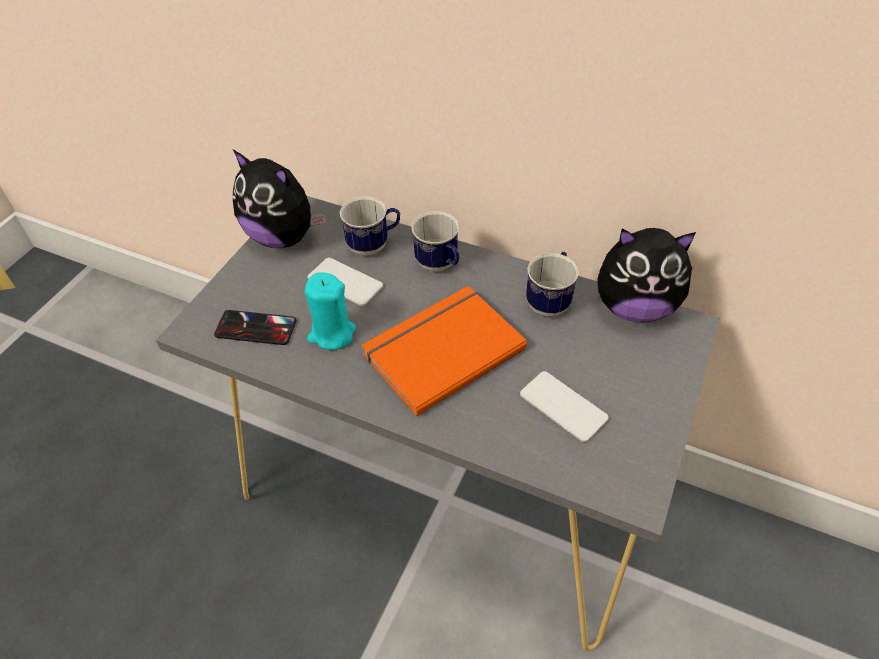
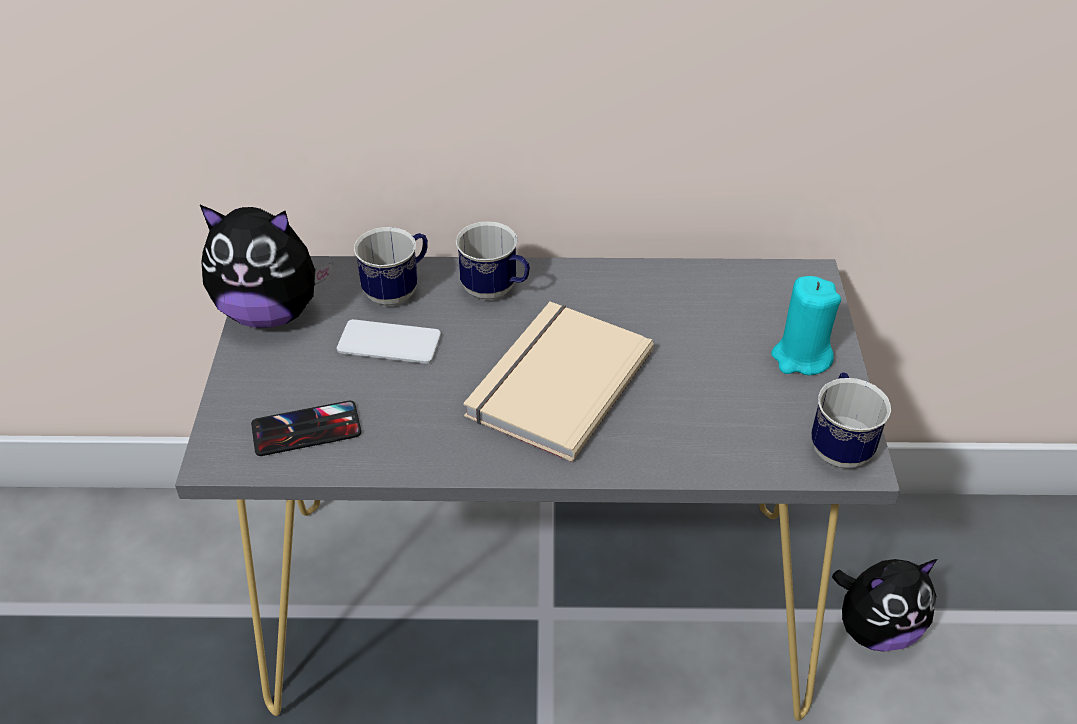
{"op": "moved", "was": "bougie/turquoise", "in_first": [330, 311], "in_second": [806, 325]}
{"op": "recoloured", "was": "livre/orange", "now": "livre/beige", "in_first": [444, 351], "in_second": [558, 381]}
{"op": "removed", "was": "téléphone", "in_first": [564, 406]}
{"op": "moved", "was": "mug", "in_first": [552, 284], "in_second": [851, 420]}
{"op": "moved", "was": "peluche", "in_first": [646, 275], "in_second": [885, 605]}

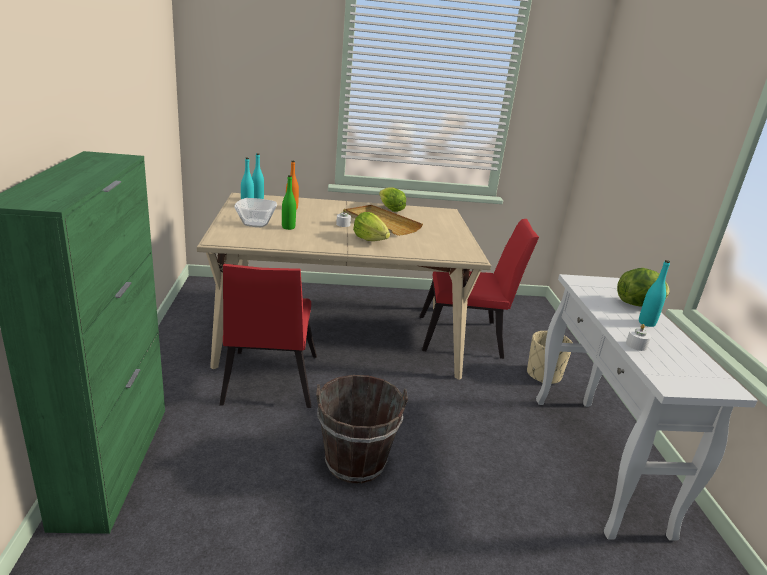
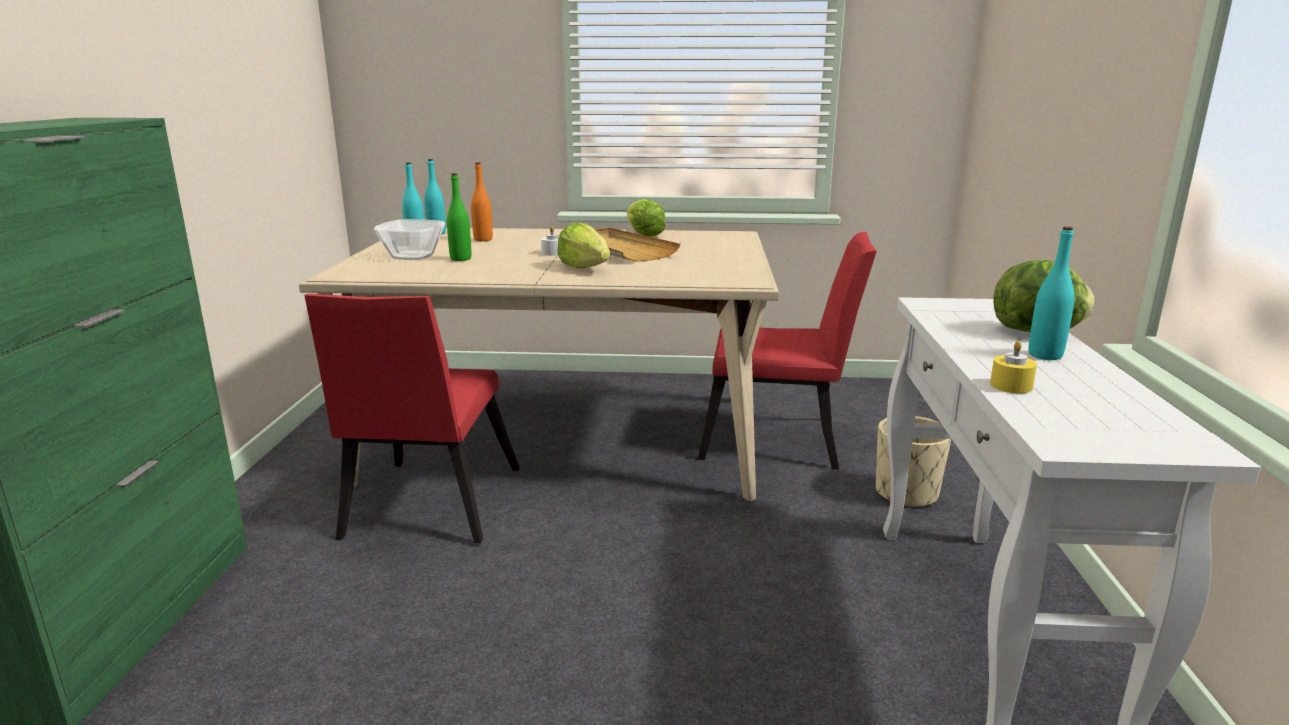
{"op": "removed", "was": "seau/marron", "in_first": [362, 429]}
{"op": "recoloured", "was": "bougie/blanc", "now": "bougie/jaune", "in_first": [638, 337], "in_second": [1013, 367]}

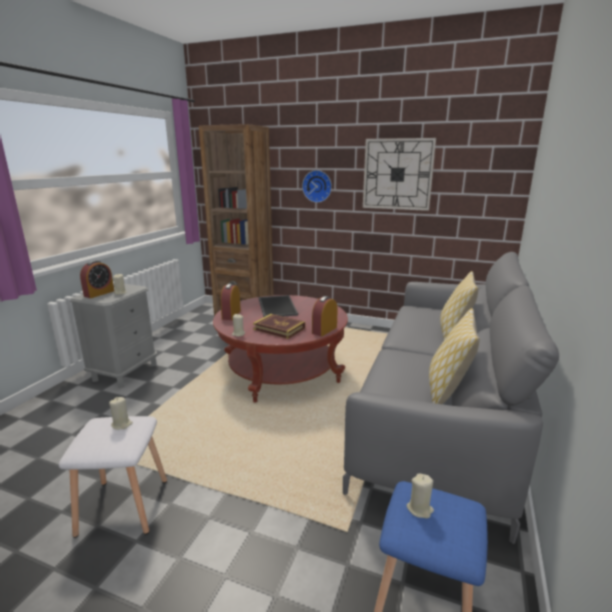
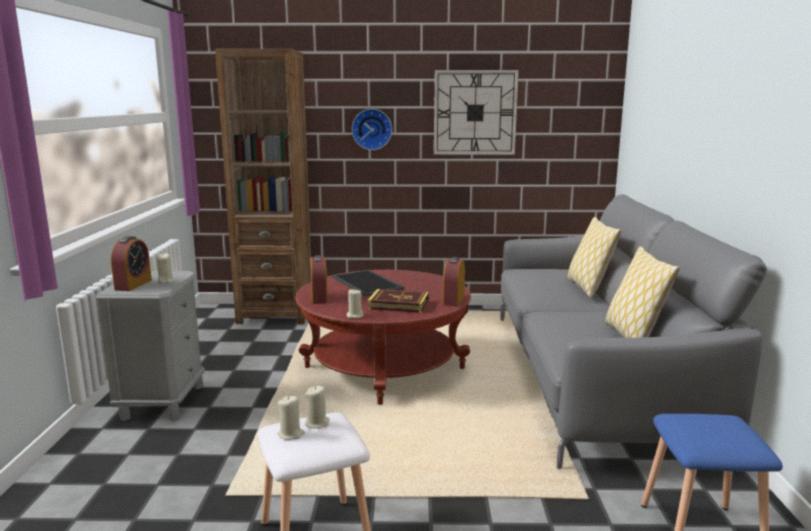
{"op": "moved", "was": "bougie/beige", "in_first": [420, 496], "in_second": [291, 418]}

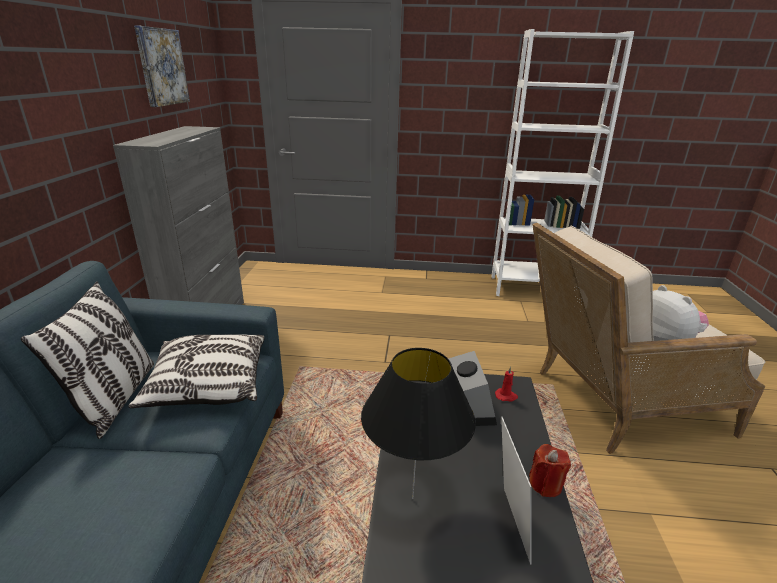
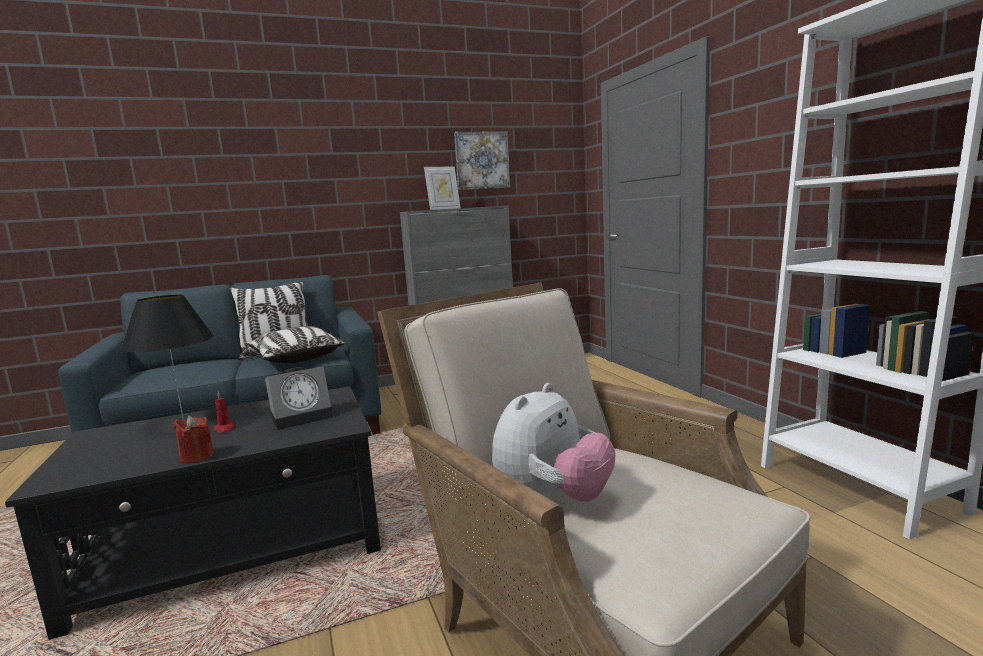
{"op": "moved", "was": "bougie/rouge", "in_first": [506, 384], "in_second": [224, 412]}
{"op": "moved", "was": "cadre photo", "in_first": [516, 490], "in_second": [442, 188]}

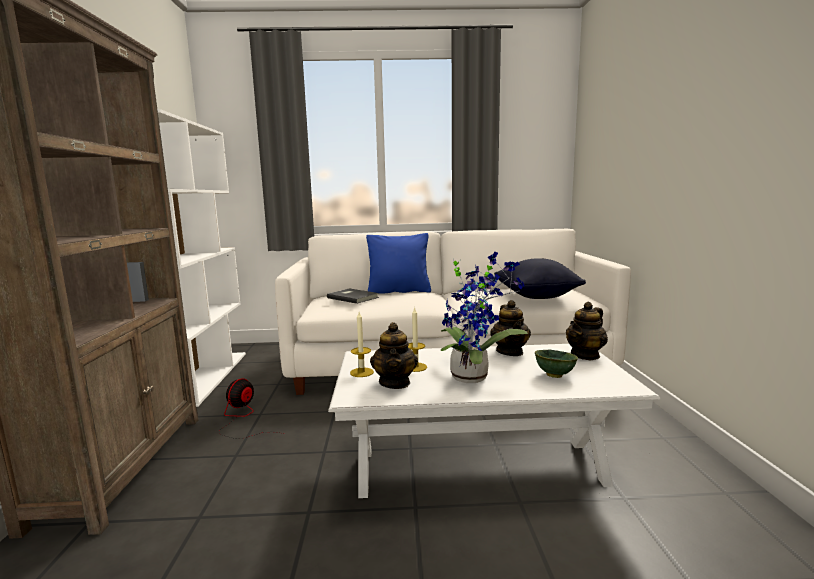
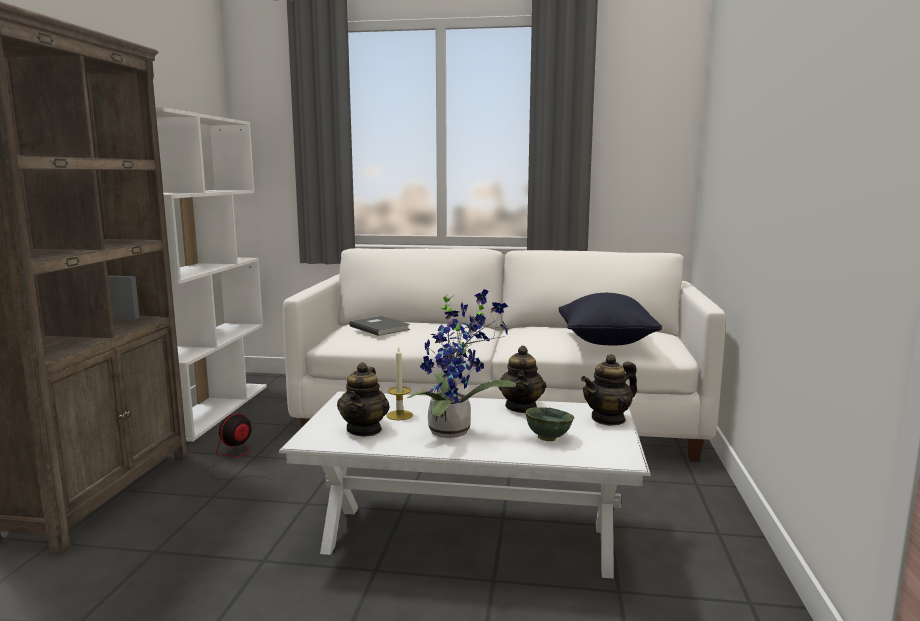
{"op": "removed", "was": "bougie", "in_first": [362, 344]}
{"op": "removed", "was": "coussin/bleu", "in_first": [398, 263]}

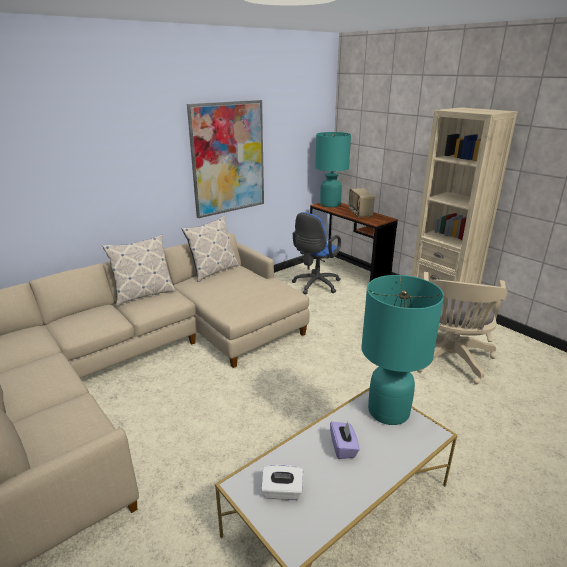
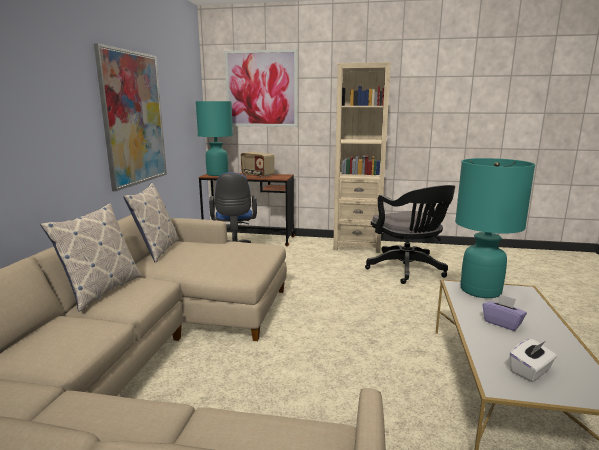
{"op": "recoloured", "was": "chaise de bureau/beige", "now": "chaise de bureau/noir", "in_first": [463, 328], "in_second": [410, 234]}
{"op": "added", "now": "tableau", "in_second": [261, 88]}

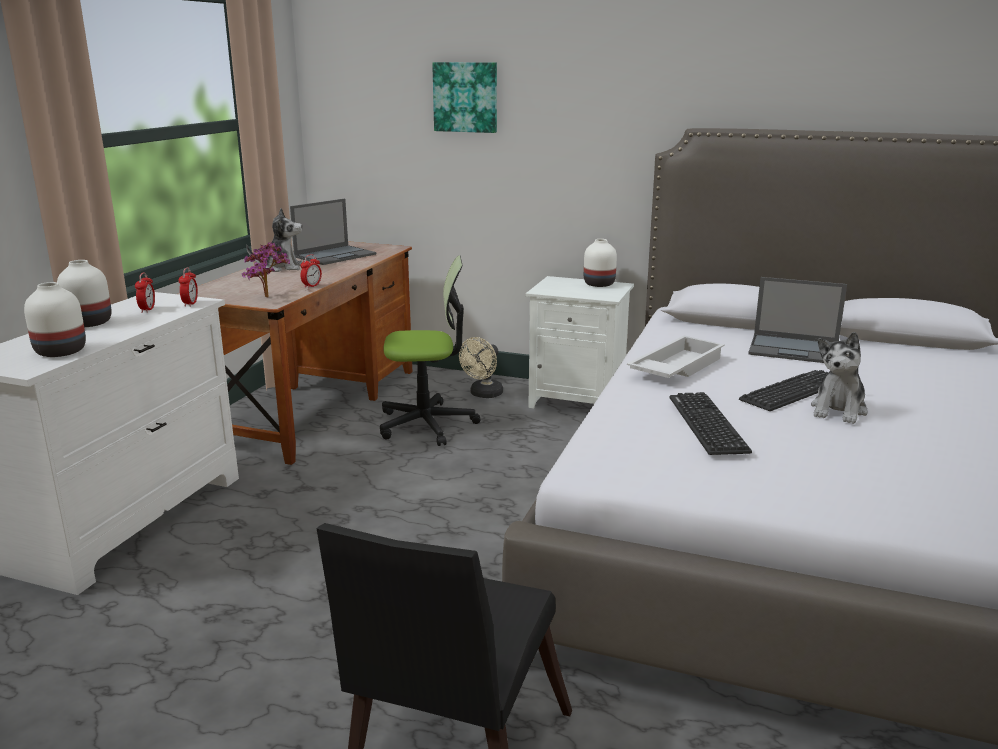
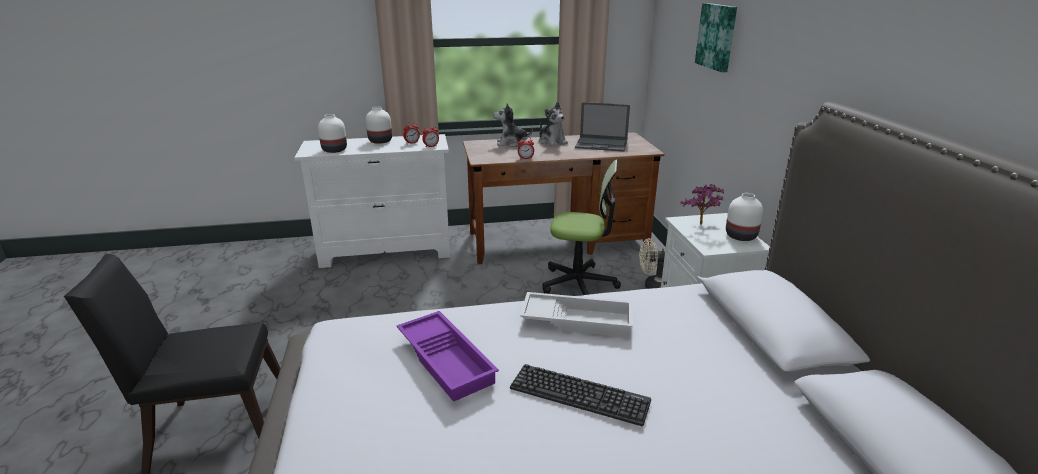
{"op": "moved", "was": "plante en pot", "in_first": [266, 270], "in_second": [702, 204]}
{"op": "turned", "was": "chaise de bureau", "in_first": [430, 350], "in_second": [581, 227], "clockwise": -45}
{"op": "replaced", "was": "clavier", "now": "plateau/violet", "in_first": [710, 423], "in_second": [448, 356]}
{"op": "removed", "was": "ordinateur portable", "in_first": [797, 320]}
{"op": "moved", "was": "peluche", "in_first": [839, 378], "in_second": [513, 125]}

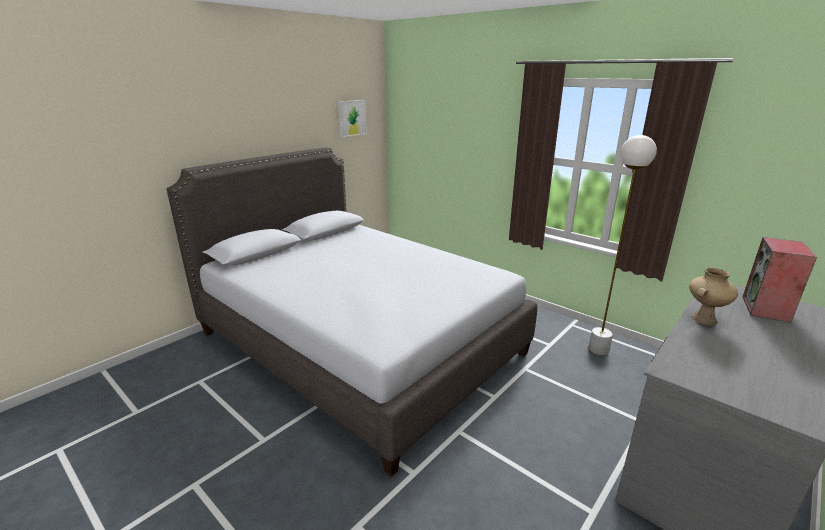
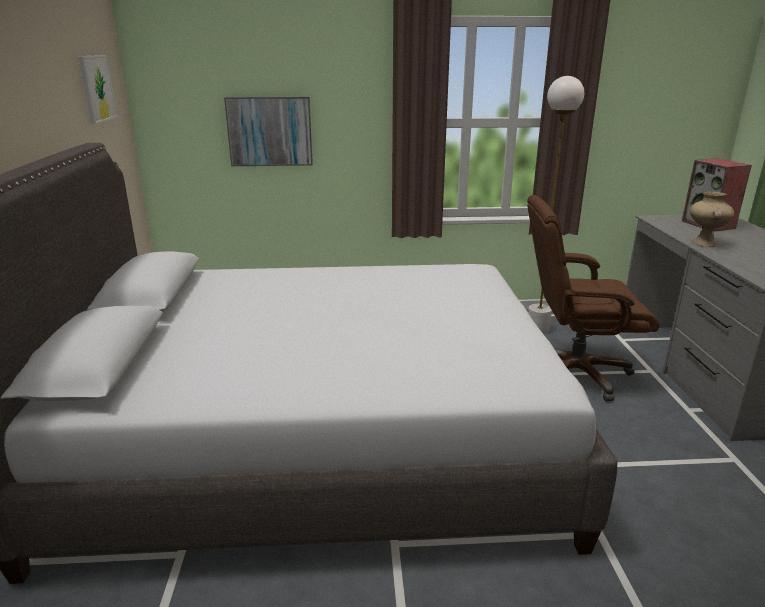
{"op": "added", "now": "tableau", "in_second": [268, 131]}
{"op": "added", "now": "chaise de bureau/marron", "in_second": [593, 298]}

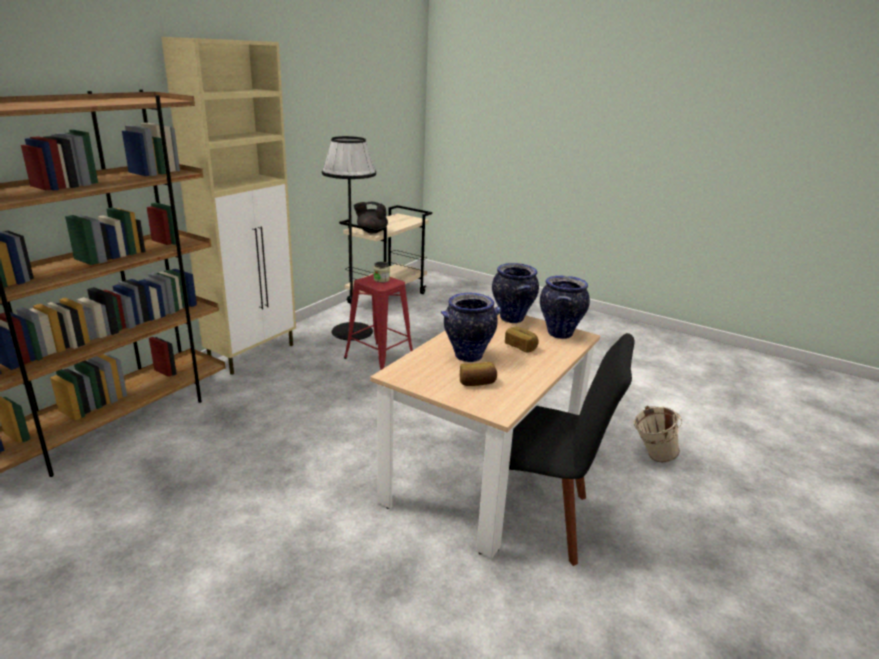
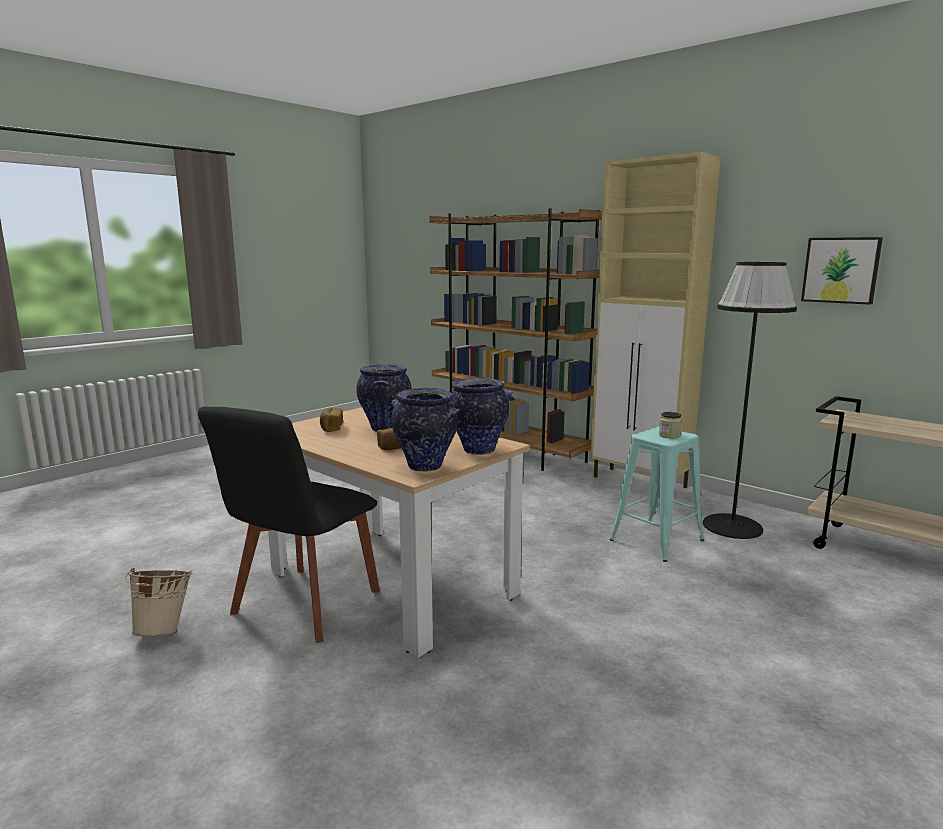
{"op": "recoloured", "was": "tabouret/rouge", "now": "tabouret/turquoise", "in_first": [378, 322], "in_second": [657, 494]}
{"op": "removed", "was": "théière/noir", "in_first": [371, 217]}
{"op": "moved", "was": "seau/beige", "in_first": [658, 434], "in_second": [158, 602]}
{"op": "added", "now": "tableau", "in_second": [842, 271]}

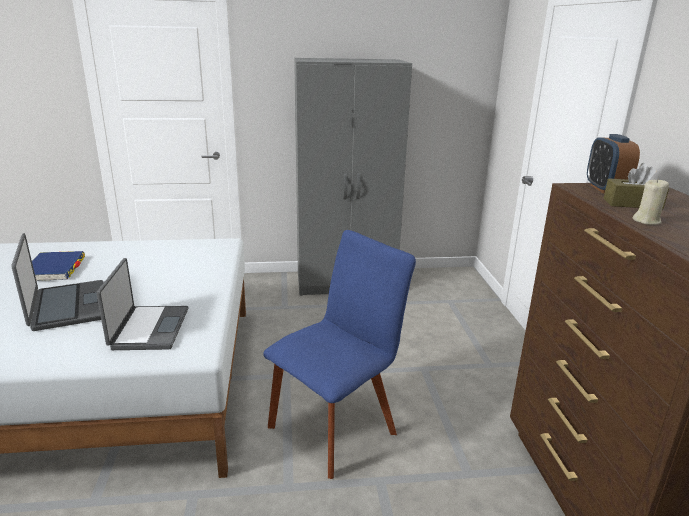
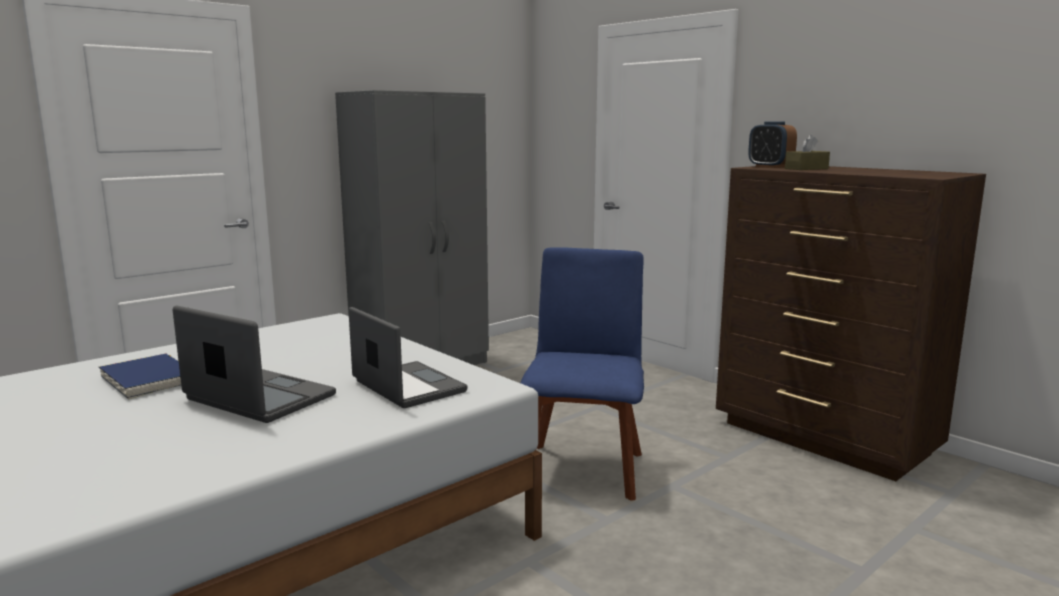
{"op": "removed", "was": "bougie/beige", "in_first": [651, 201]}

